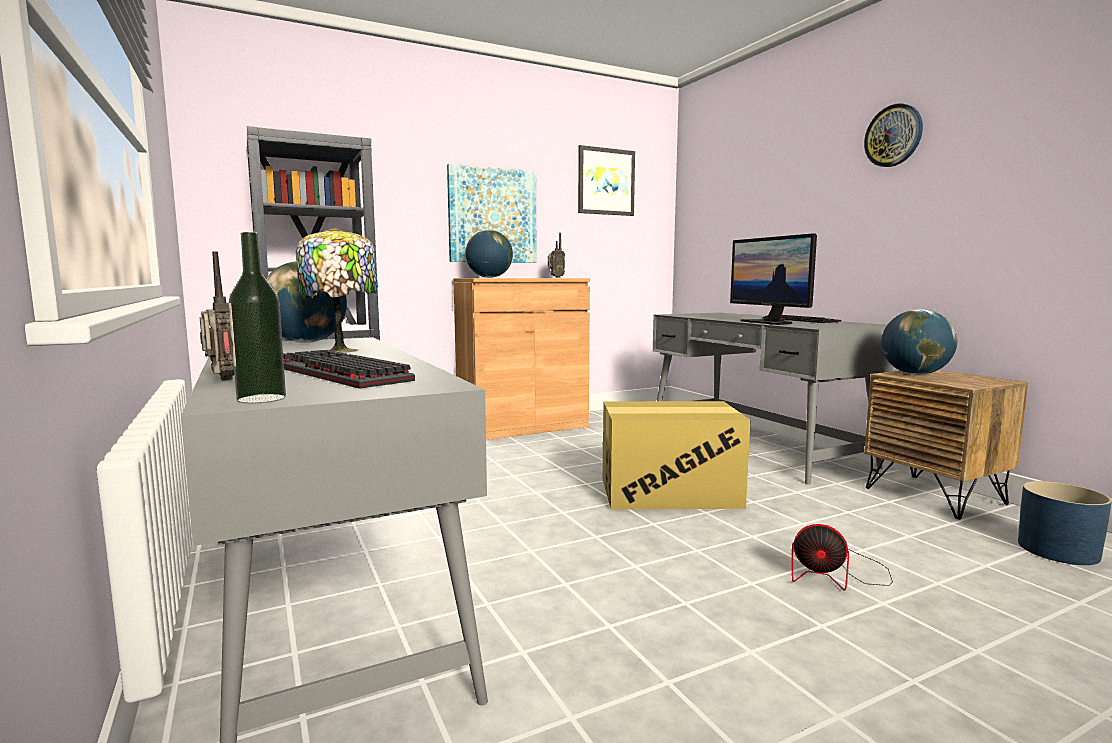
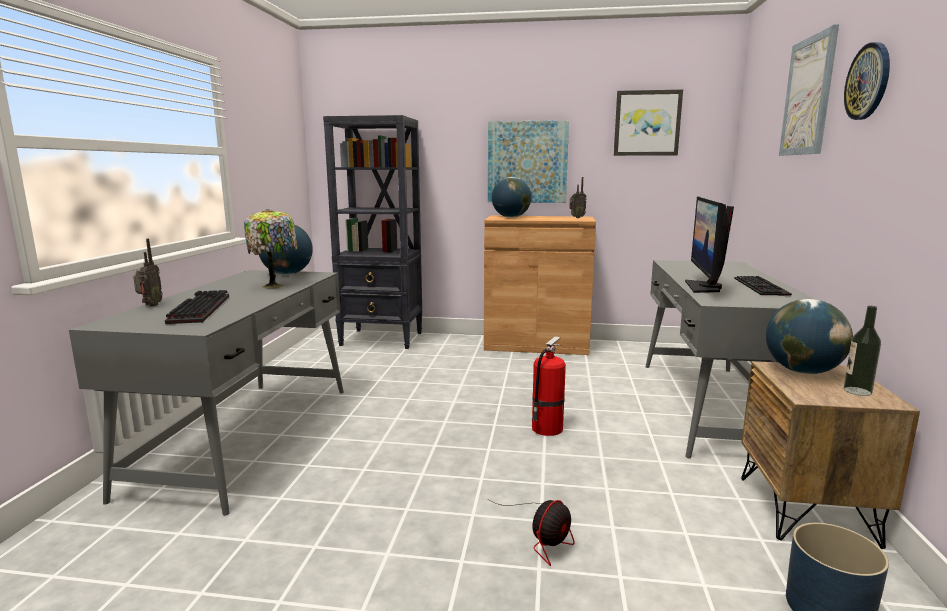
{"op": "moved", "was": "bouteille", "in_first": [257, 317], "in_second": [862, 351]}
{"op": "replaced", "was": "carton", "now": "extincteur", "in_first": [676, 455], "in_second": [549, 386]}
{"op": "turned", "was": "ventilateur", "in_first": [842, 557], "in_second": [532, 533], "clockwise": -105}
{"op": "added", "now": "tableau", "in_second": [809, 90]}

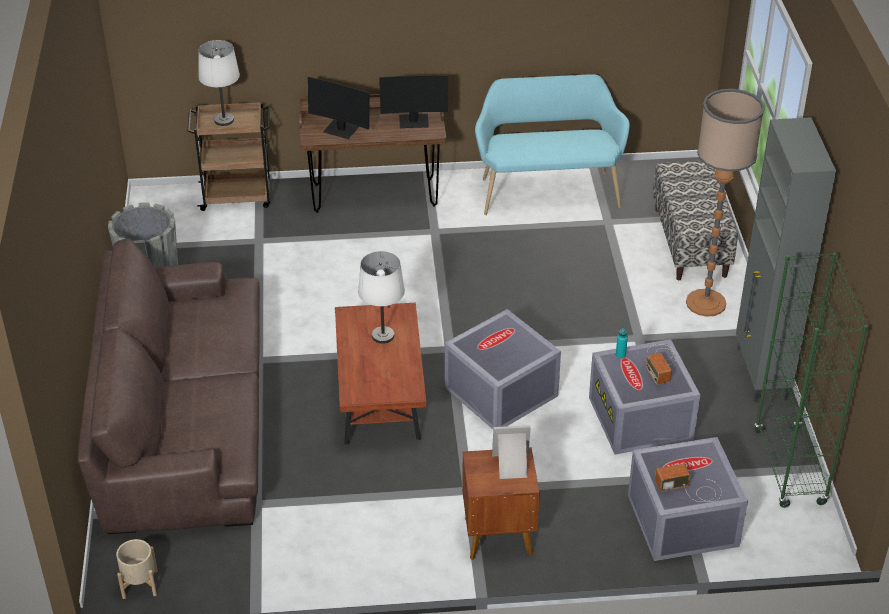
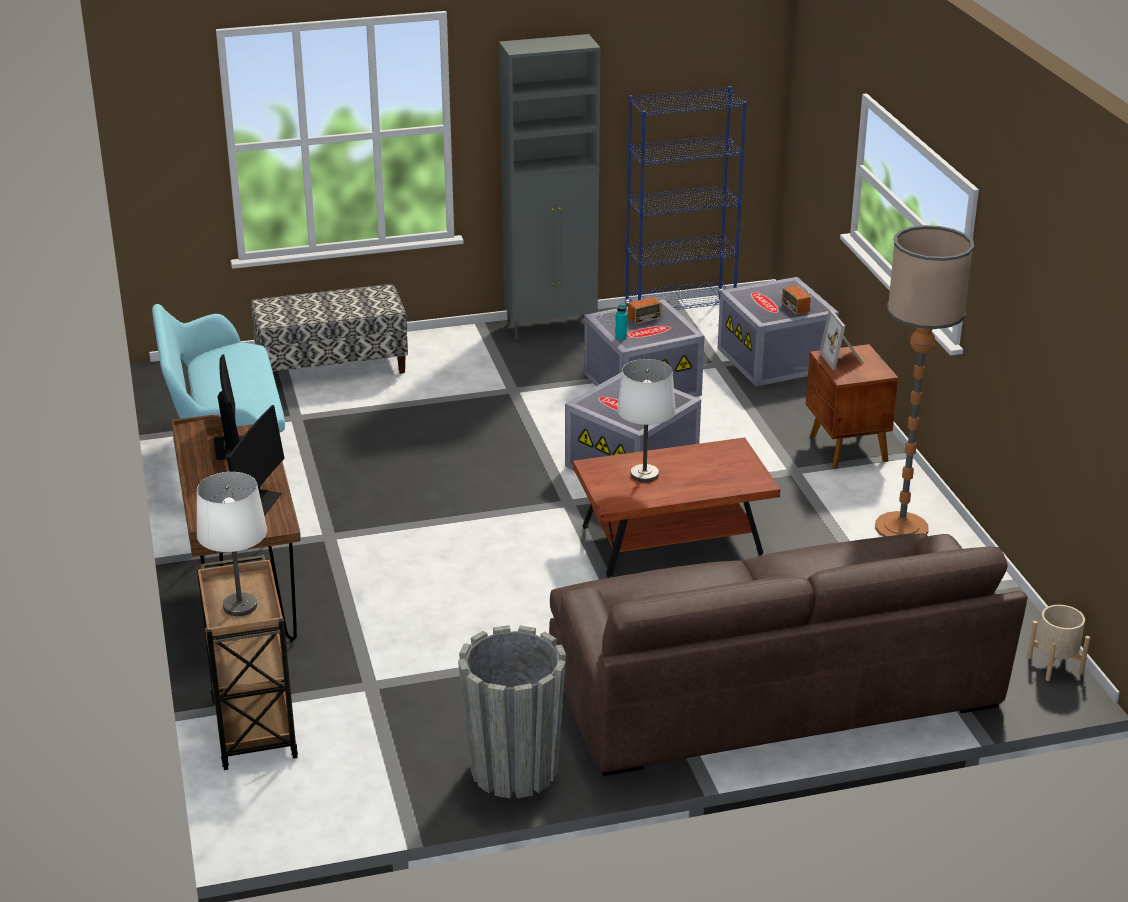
{"op": "moved", "was": "lampadaire", "in_first": [725, 203], "in_second": [924, 381]}
{"op": "recoloured", "was": "bibliothèque/vert", "now": "bibliothèque/bleu", "in_first": [811, 380], "in_second": [685, 198]}

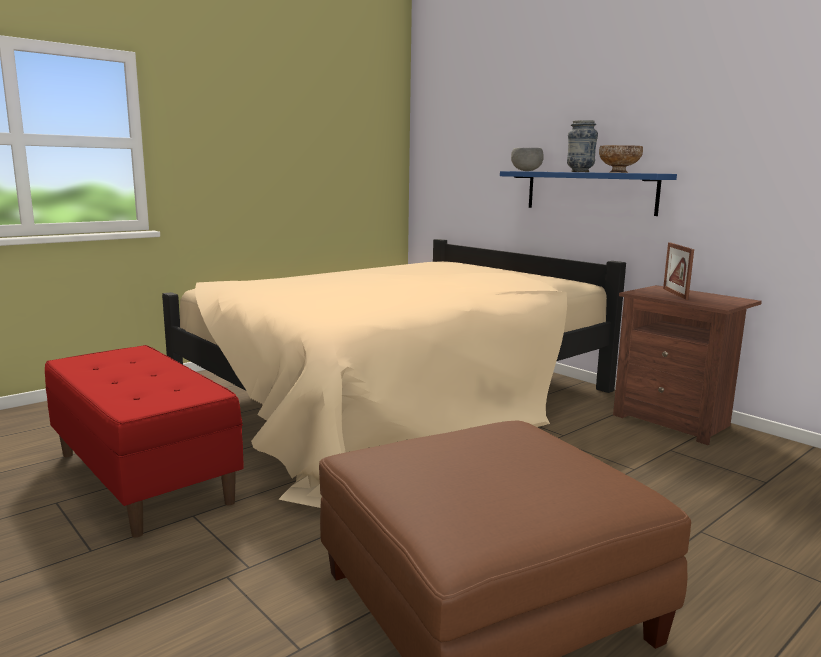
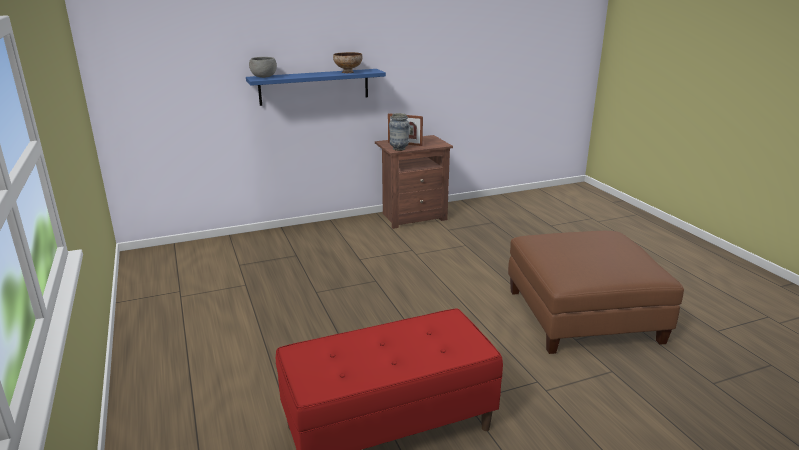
{"op": "removed", "was": "lit/beige", "in_first": [394, 373]}
{"op": "moved", "was": "vase", "in_first": [582, 146], "in_second": [399, 132]}

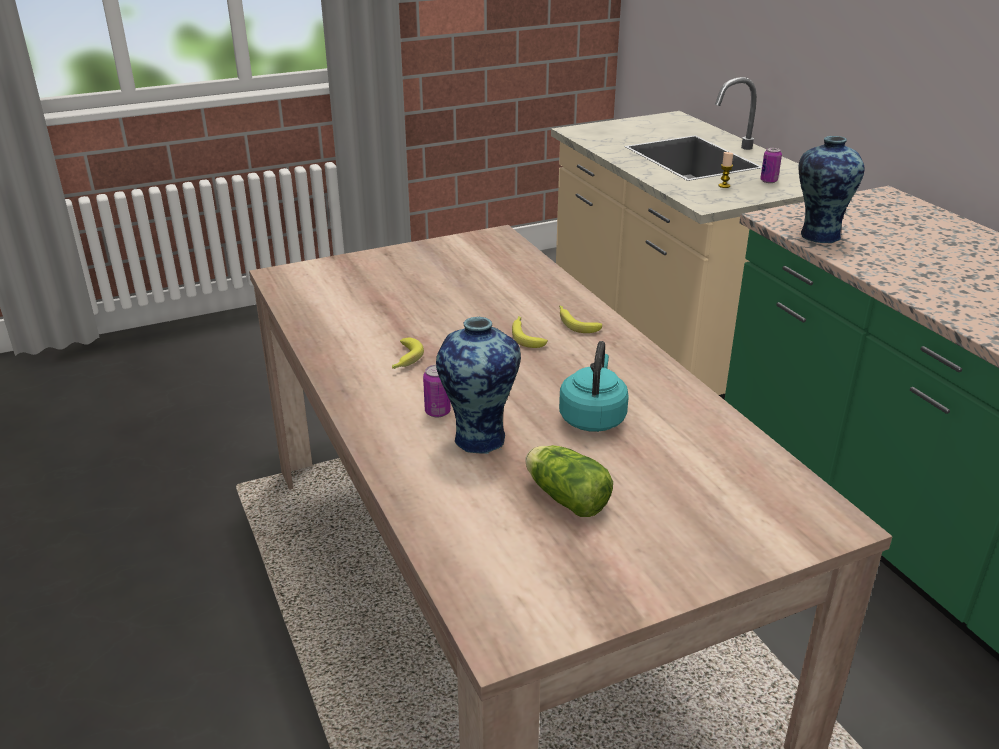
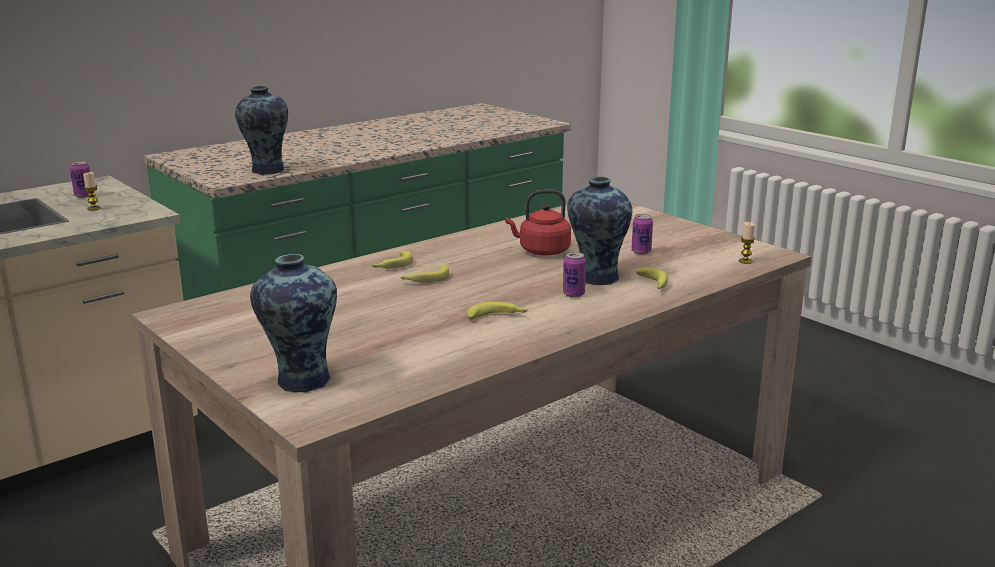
{"op": "replaced", "was": "laitue", "now": "boîte métallique", "in_first": [569, 481], "in_second": [642, 234]}
{"op": "recoloured", "was": "bouilloire/turquoise", "now": "bouilloire/rouge", "in_first": [594, 386], "in_second": [538, 222]}
{"op": "added", "now": "vase", "in_second": [293, 323]}
{"op": "added", "now": "banane", "in_second": [652, 278]}
{"op": "added", "now": "bougie", "in_second": [747, 243]}

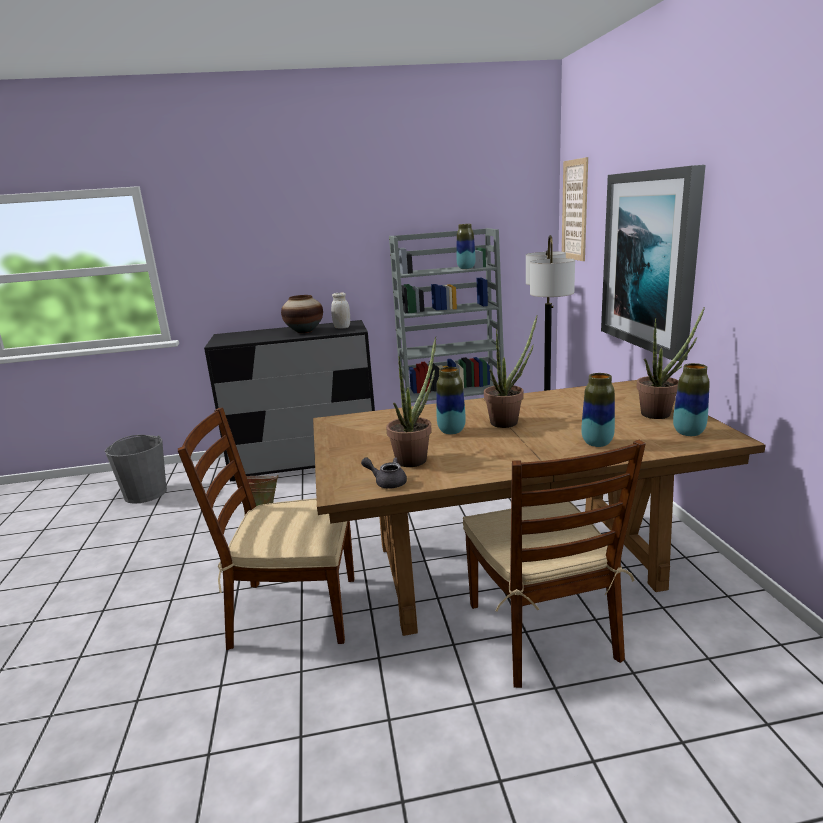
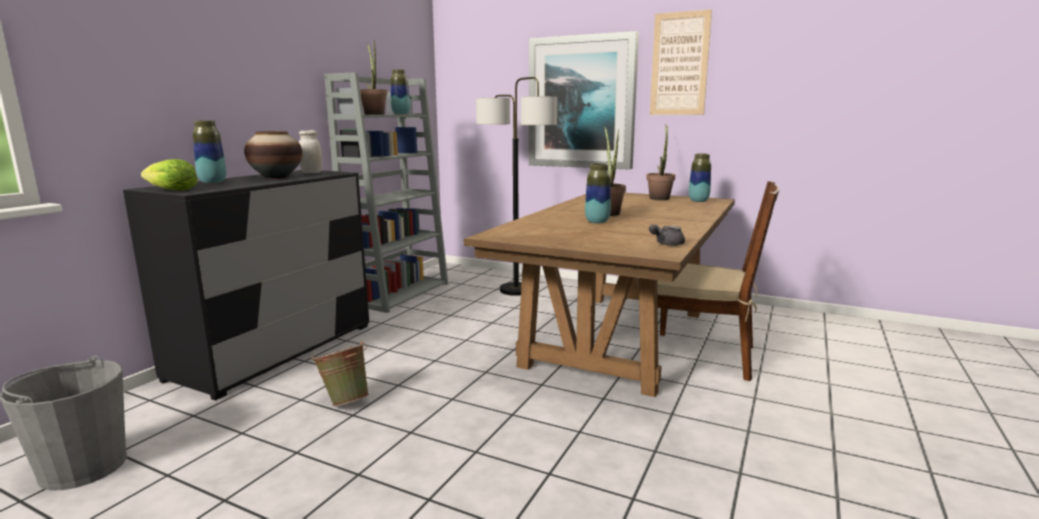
{"op": "removed", "was": "chaise/marron", "in_first": [266, 529]}
{"op": "moved", "was": "plante en pot", "in_first": [411, 401], "in_second": [373, 77]}
{"op": "moved", "was": "tableau", "in_first": [575, 209], "in_second": [681, 62]}
{"op": "moved", "was": "vase", "in_first": [598, 410], "in_second": [209, 151]}
{"op": "added", "now": "laitue", "in_second": [169, 174]}

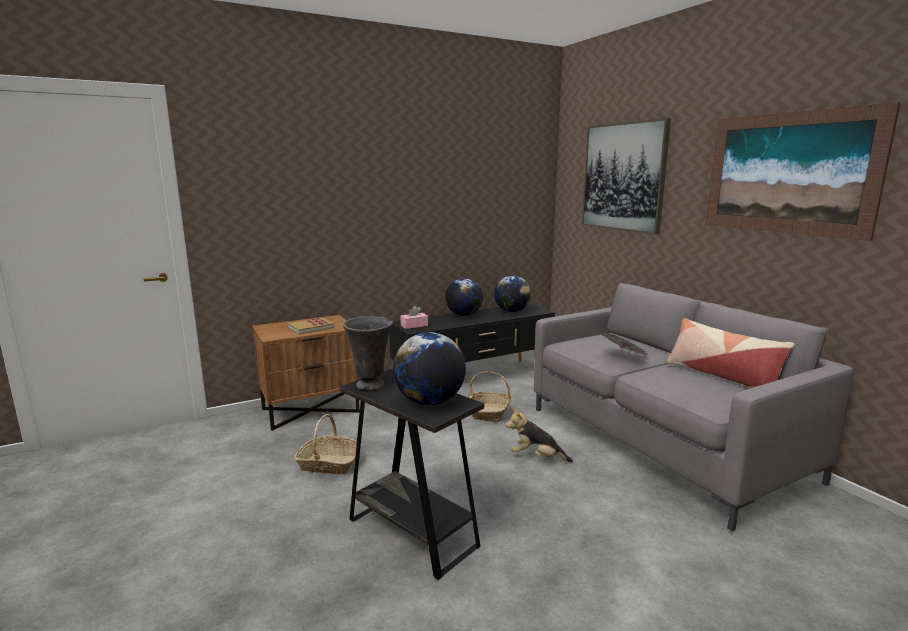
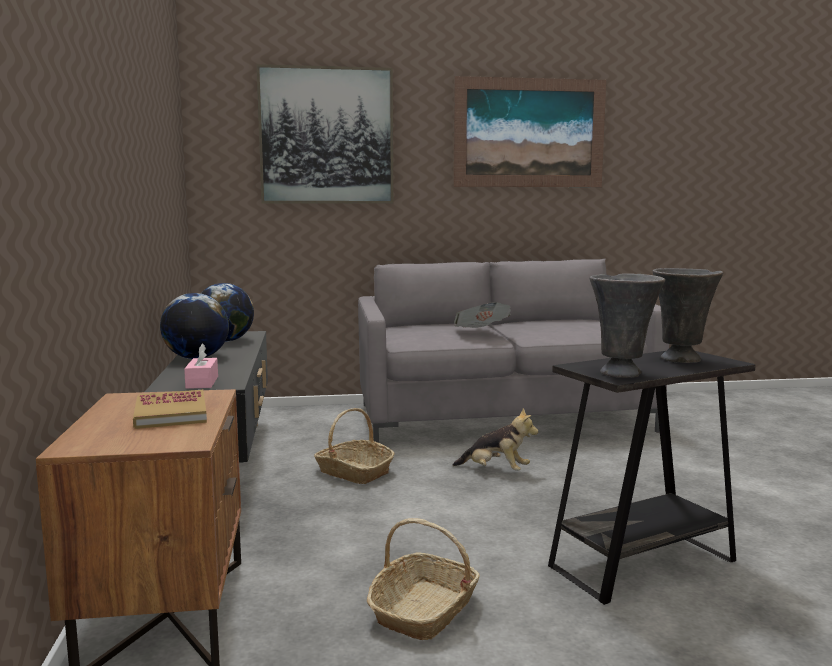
{"op": "replaced", "was": "globe", "now": "vase/gris", "in_first": [429, 368], "in_second": [687, 315]}
{"op": "turned", "was": "peluche", "in_first": [539, 435], "in_second": [495, 439], "clockwise": -105}
{"op": "removed", "was": "coussin", "in_first": [730, 353]}

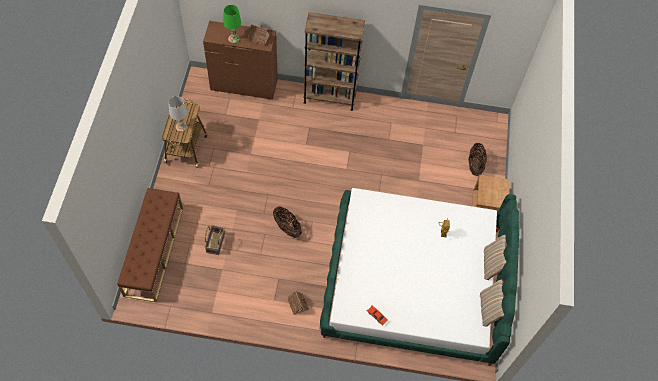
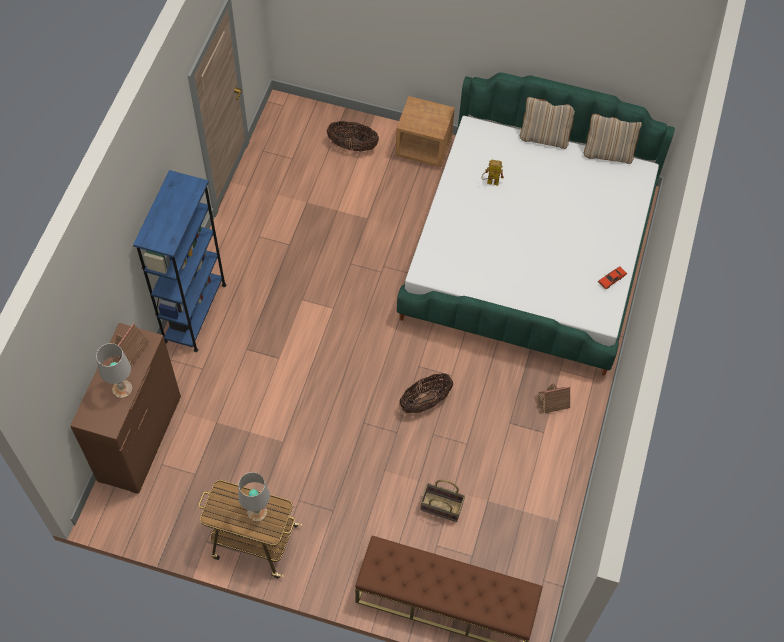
{"op": "recoloured", "was": "lampe de table/vert", "now": "lampe de table/blanc", "in_first": [232, 24], "in_second": [114, 370]}
{"op": "recoloured", "was": "bibliothèque/marron", "now": "bibliothèque/bleu", "in_first": [334, 61], "in_second": [179, 261]}

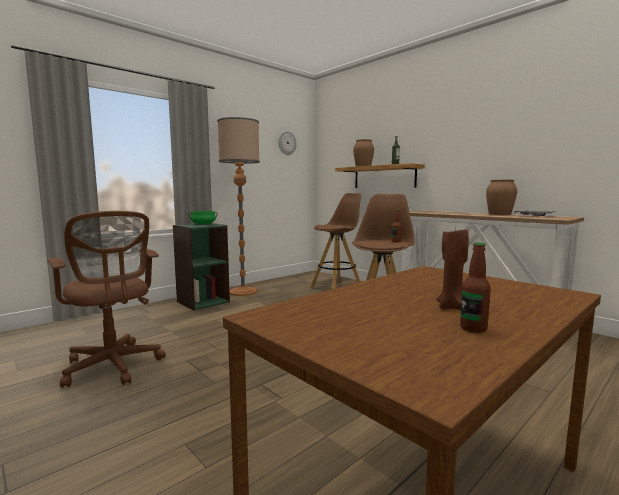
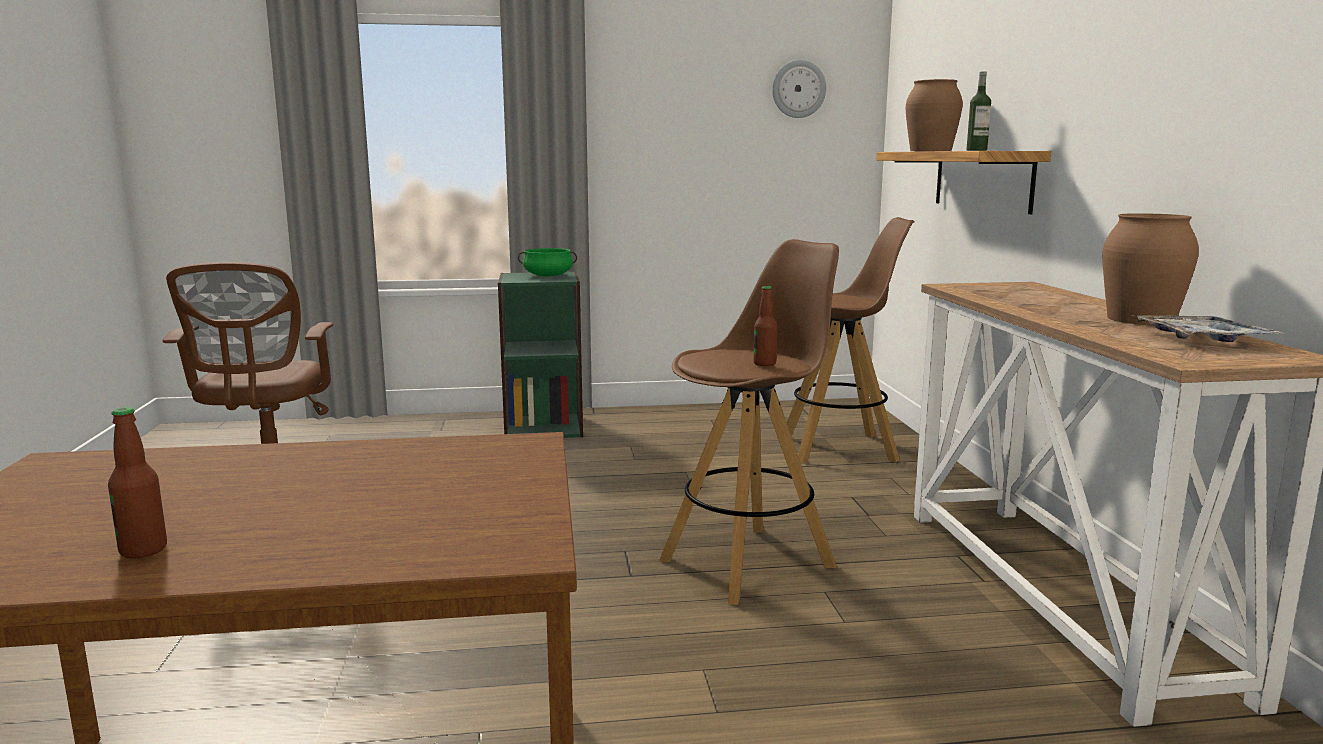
{"op": "removed", "was": "lampadaire", "in_first": [238, 206]}
{"op": "removed", "was": "bougie/marron", "in_first": [452, 269]}

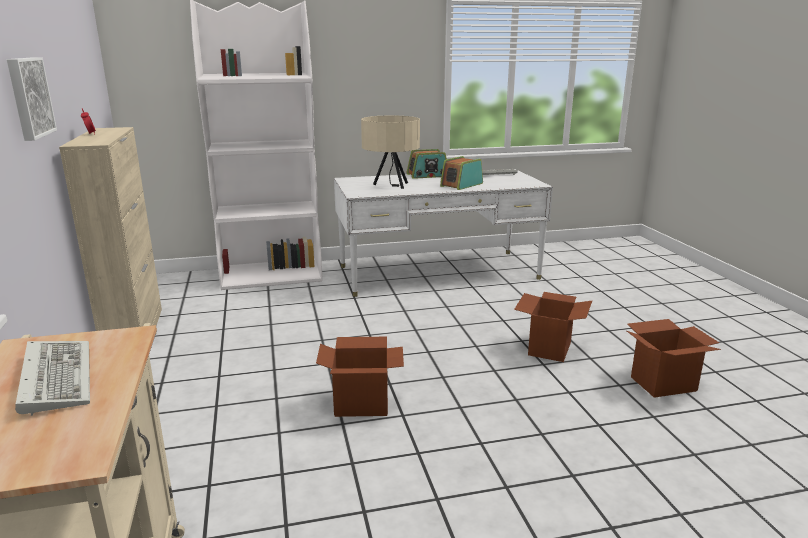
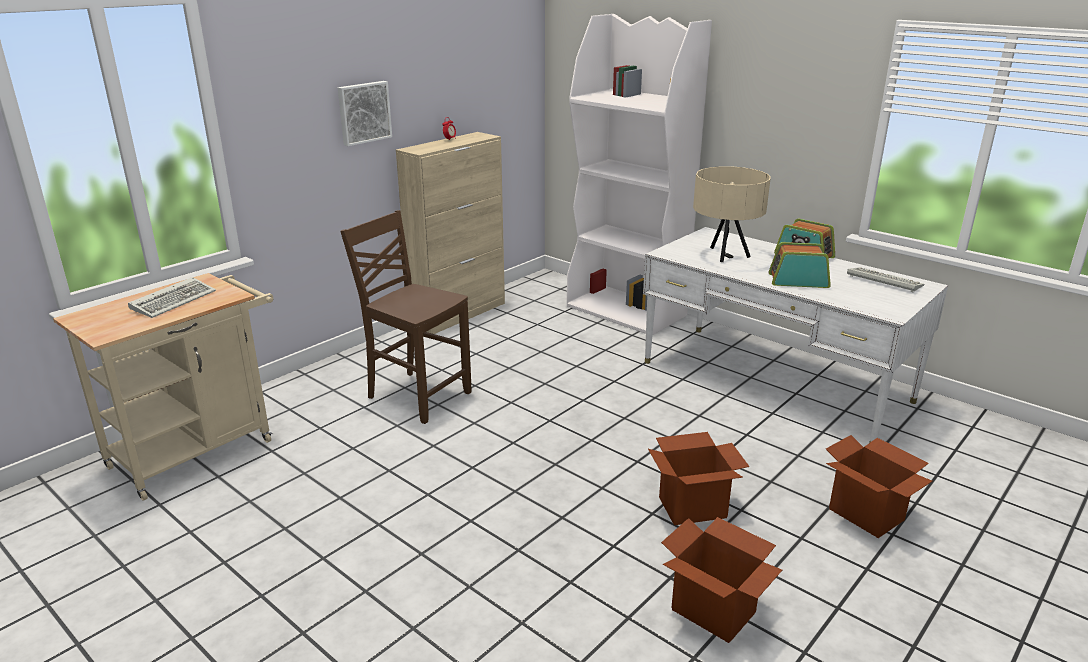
{"op": "moved", "was": "carton", "in_first": [360, 377], "in_second": [879, 486]}
{"op": "added", "now": "chaise/marron", "in_second": [406, 317]}

